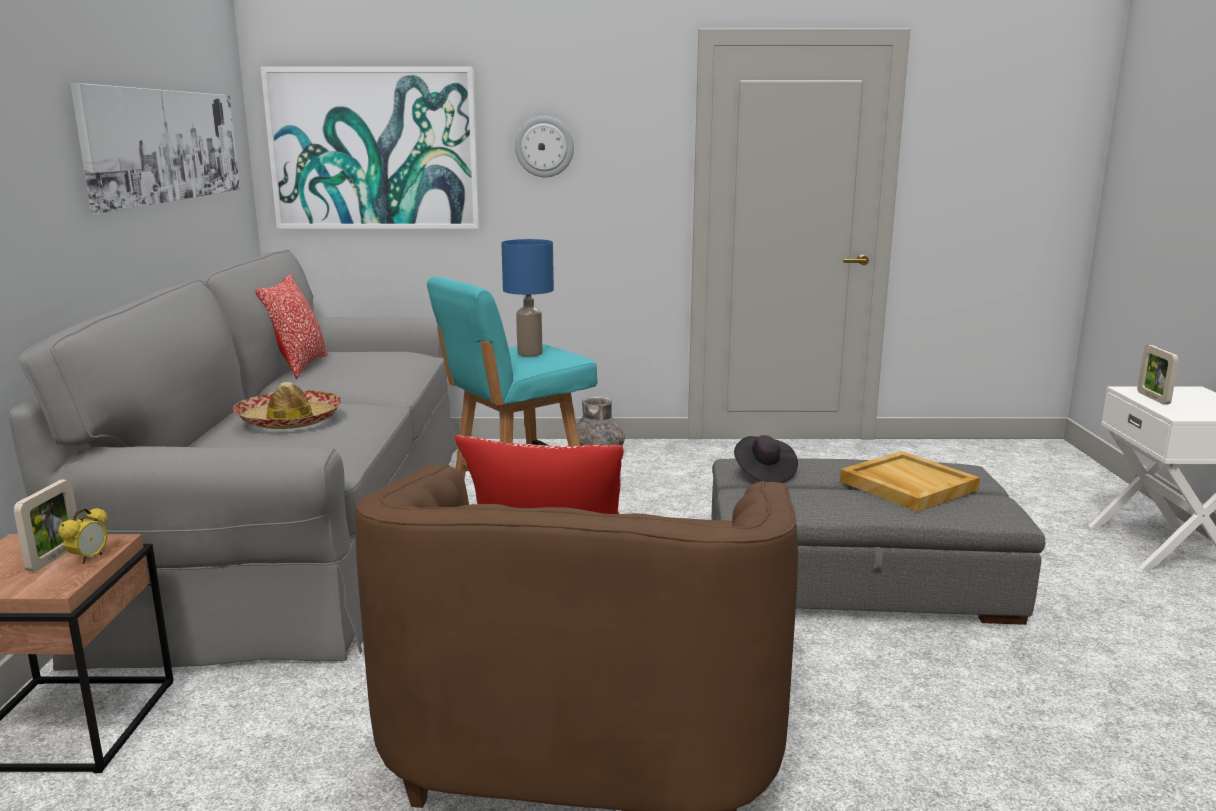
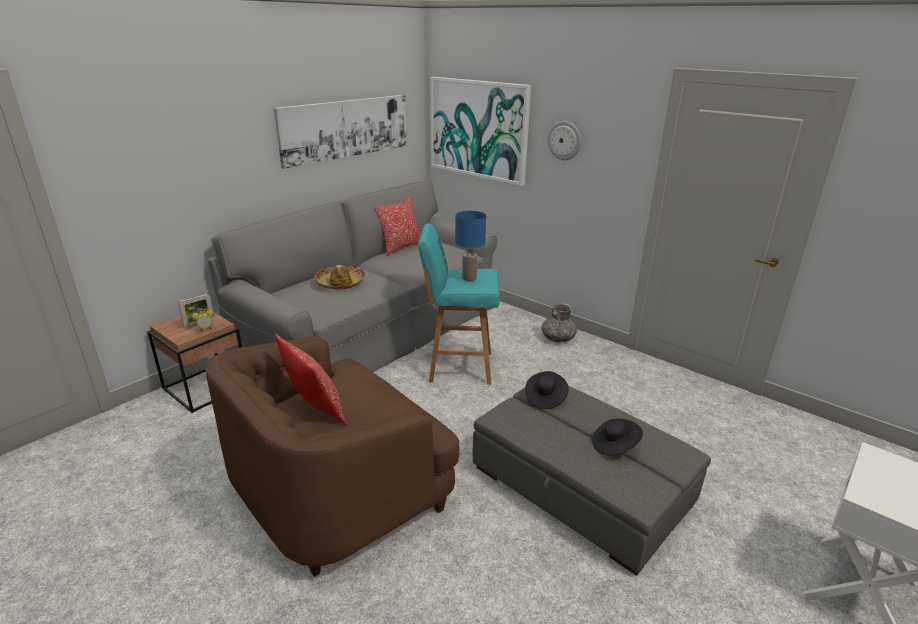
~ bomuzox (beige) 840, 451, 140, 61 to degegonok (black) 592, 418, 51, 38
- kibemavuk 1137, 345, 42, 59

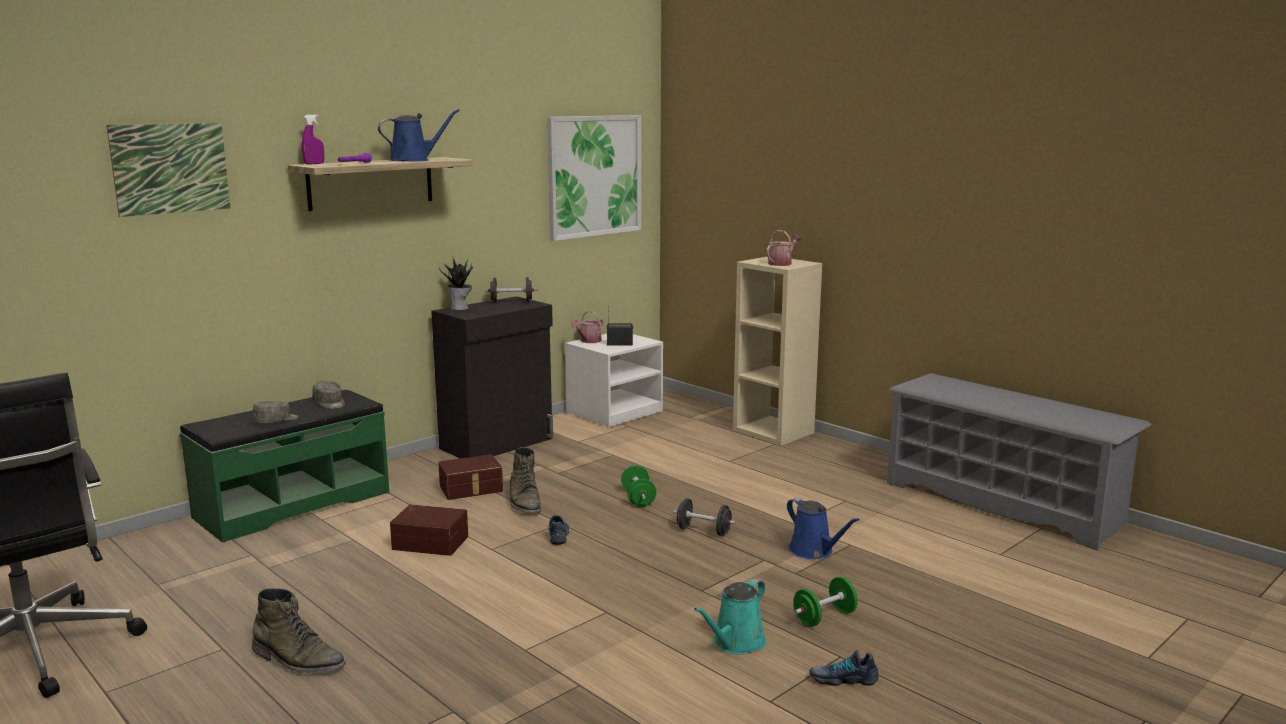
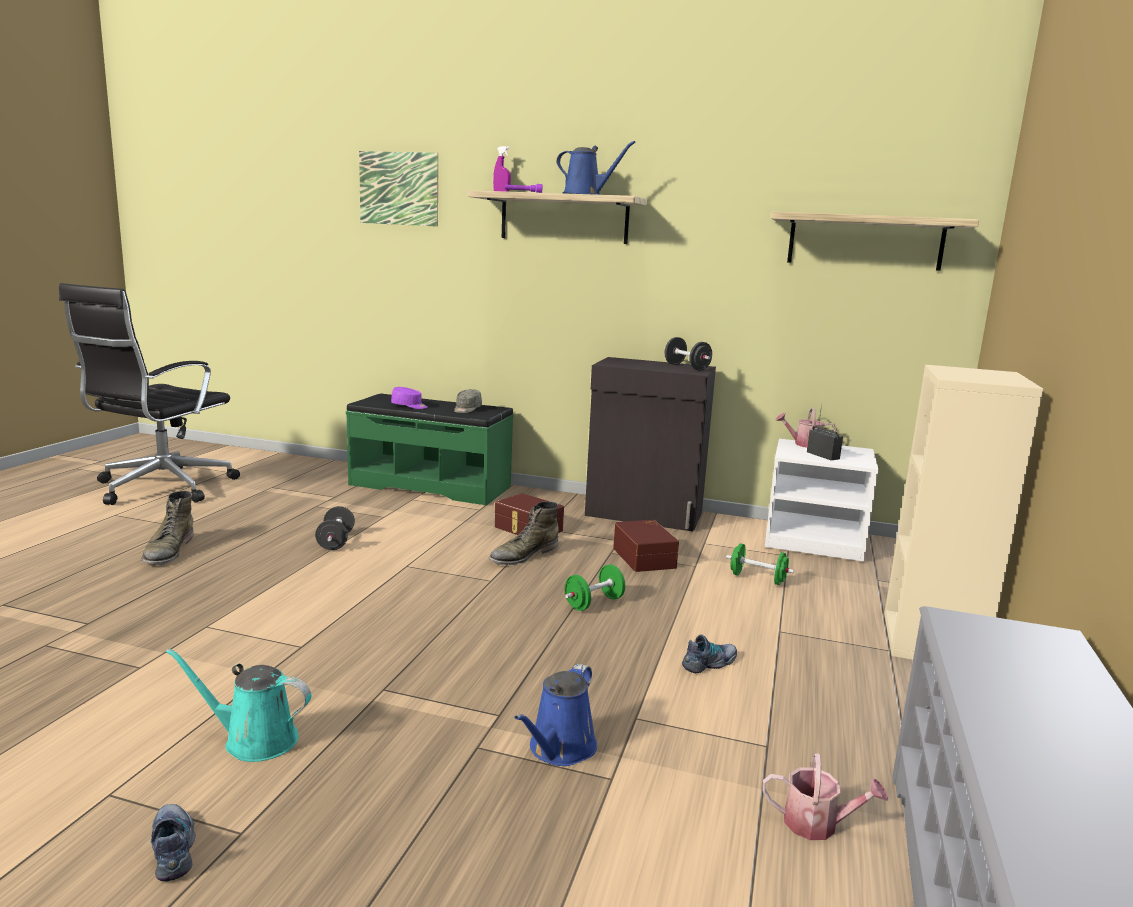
~ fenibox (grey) 253, 401, 45, 22 to fenibox (purple) 391, 387, 36, 22
~ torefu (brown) 390, 504, 78, 52 to 613, 520, 66, 52
- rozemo 439, 256, 34, 54
~ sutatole 547, 115, 94, 126 to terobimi 771, 212, 208, 59
~ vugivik 549, 515, 20, 30 to 682, 635, 55, 38
~ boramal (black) 673, 498, 63, 38 to 315, 506, 40, 44
~ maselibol 766, 230, 35, 36 to 762, 753, 126, 87
~ boramal (green) 794, 577, 64, 50 to 726, 543, 68, 42

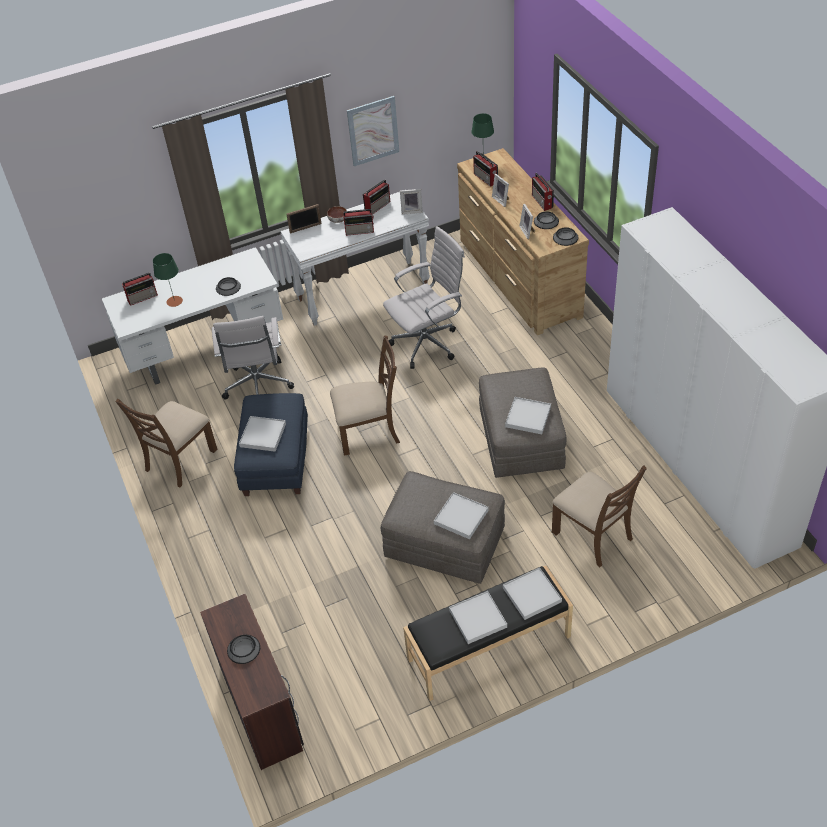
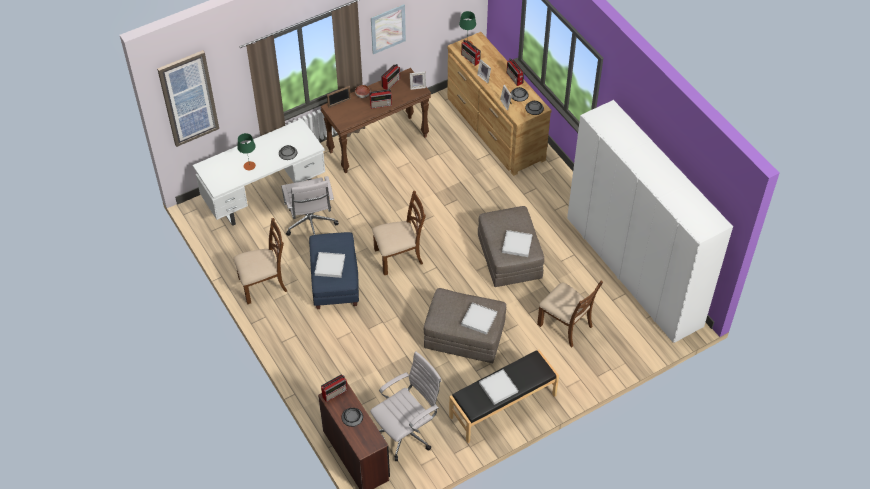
~ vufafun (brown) 116, 399, 101, 88 = 233, 218, 54, 86 135 degrees counterclockwise
~ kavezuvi 122, 272, 36, 34 to 321, 374, 26, 28
~ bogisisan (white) 280, 192, 150, 134 to bogisisan (brown) 321, 68, 110, 105
~ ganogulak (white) 383, 226, 82, 143 to 370, 351, 72, 110
- bomuzox (white) 503, 567, 59, 53
+ sutatole 157, 50, 62, 97

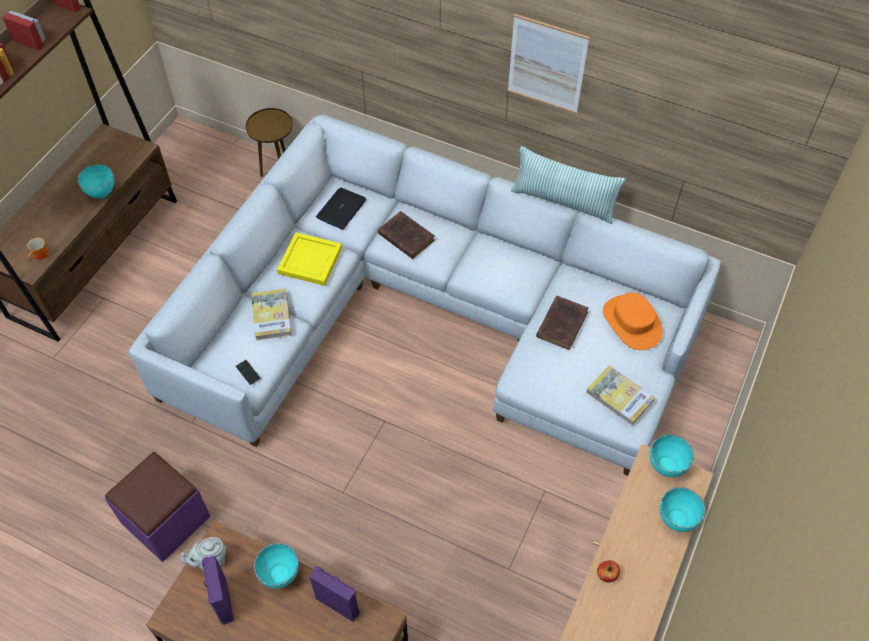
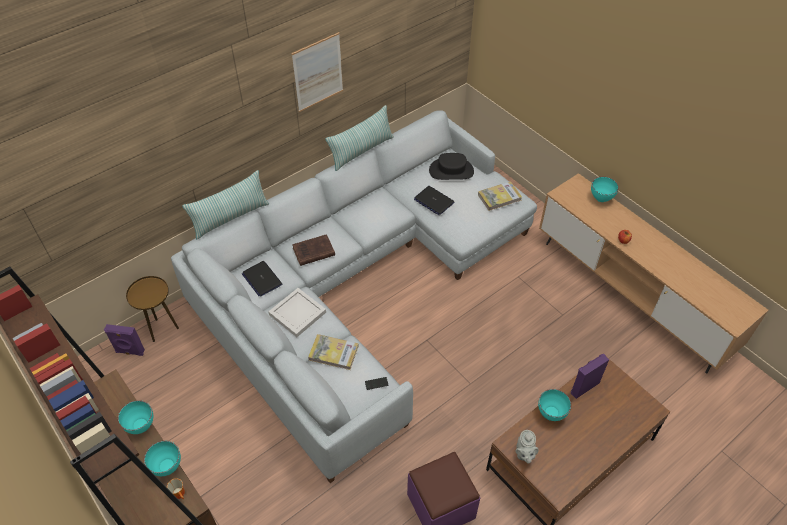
~ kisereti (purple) 202, 555, 32, 70 to 104, 324, 41, 32
~ bomuzox (yellow) 277, 232, 65, 54 to bomuzox (white) 268, 288, 58, 49
~ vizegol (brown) 536, 296, 53, 54 to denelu 414, 186, 40, 29
~ degegonok (orange) 603, 292, 60, 58 to degegonok (black) 429, 153, 45, 27
~ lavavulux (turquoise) 650, 434, 44, 43 to 144, 441, 37, 35
+ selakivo 182, 170, 87, 69

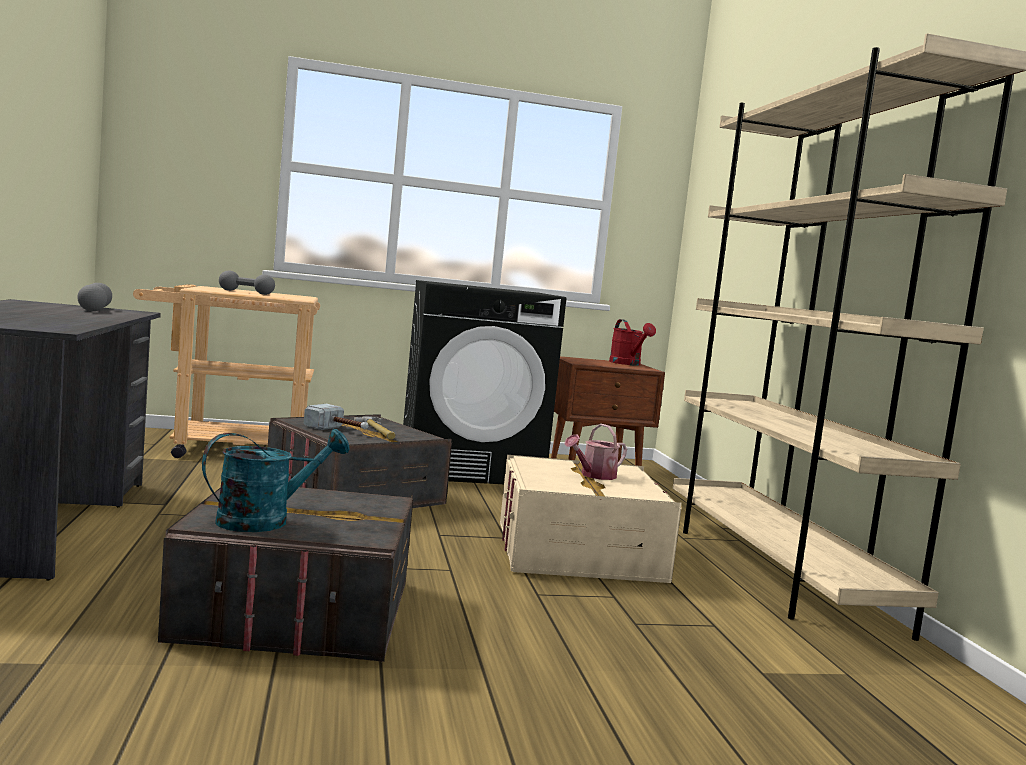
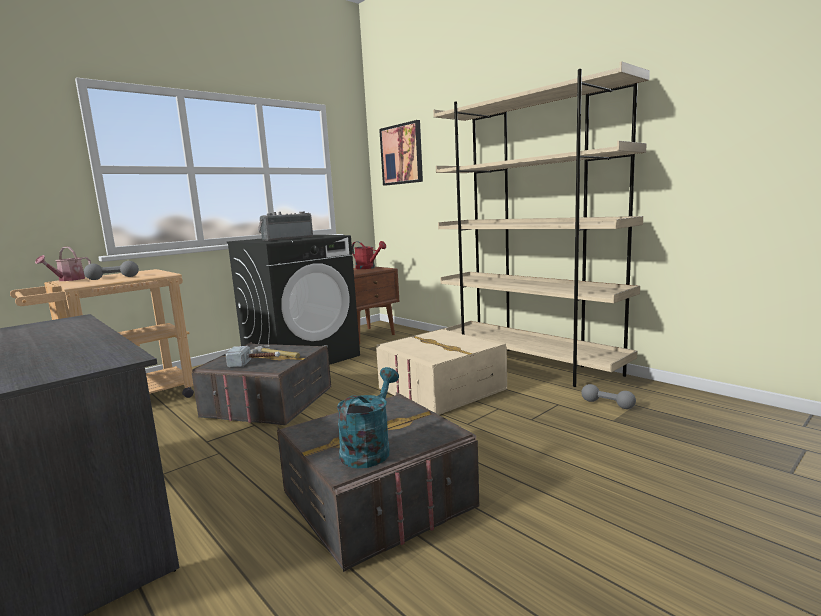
~ boramal (grey) 77, 283, 35, 28 to 581, 384, 55, 25
~ maselibol 564, 424, 63, 56 to 35, 247, 56, 34
+ kavezuvi 258, 212, 55, 29
+ sutatole 379, 120, 44, 66

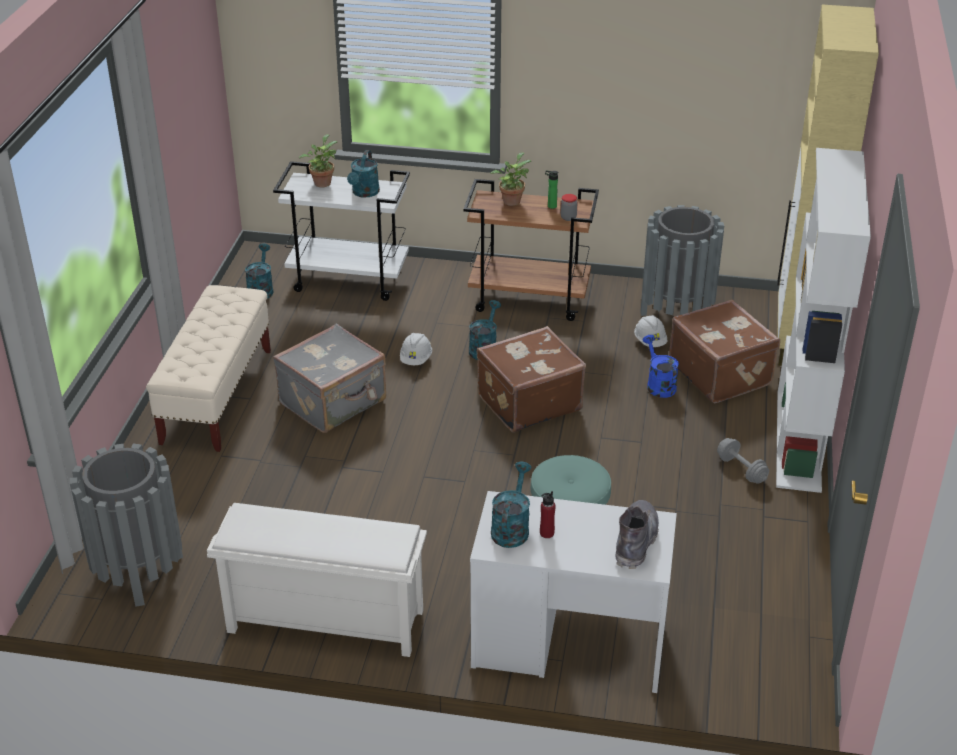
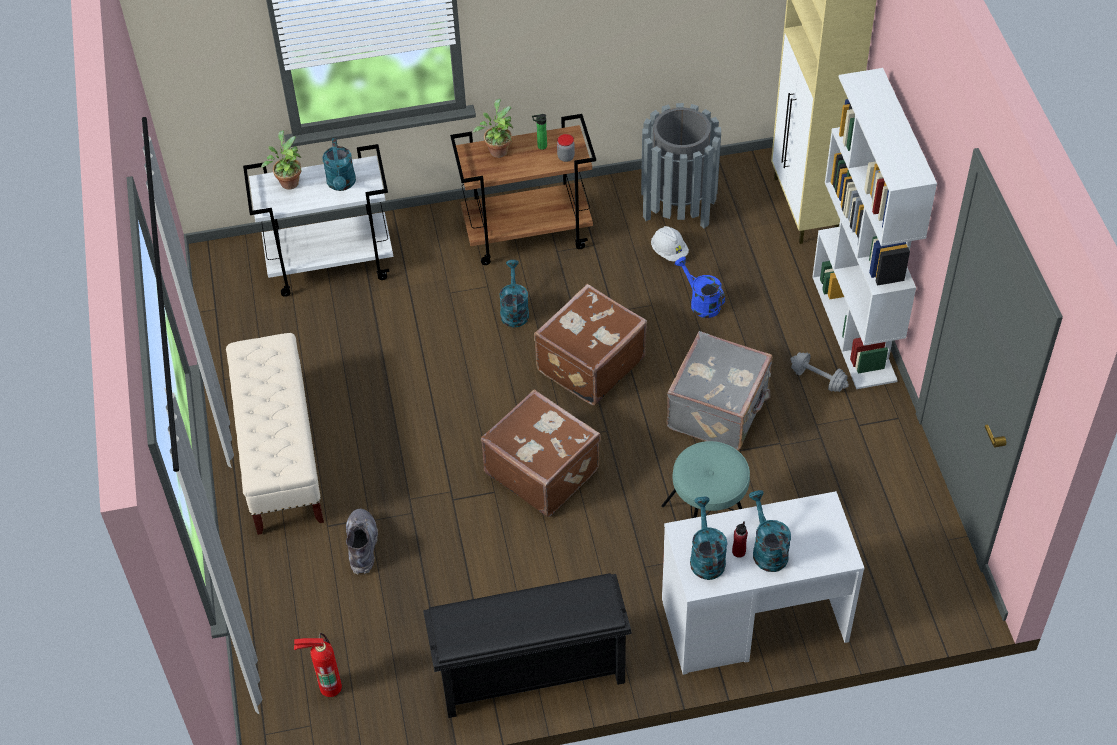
~ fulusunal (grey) 70, 444, 113, 163 to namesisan 294, 633, 48, 64
~ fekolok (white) 207, 503, 220, 154 to fekolok (black) 423, 573, 209, 145
~ maselibol (turquoise) 245, 244, 28, 55 to 749, 490, 42, 82
~ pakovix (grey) 273, 324, 114, 109 to 667, 331, 106, 119
- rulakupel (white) 400, 333, 32, 32
~ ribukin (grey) 616, 500, 43, 69 to 346, 509, 32, 66
~ pakovix (brown) 669, 299, 111, 104 to 481, 389, 120, 128

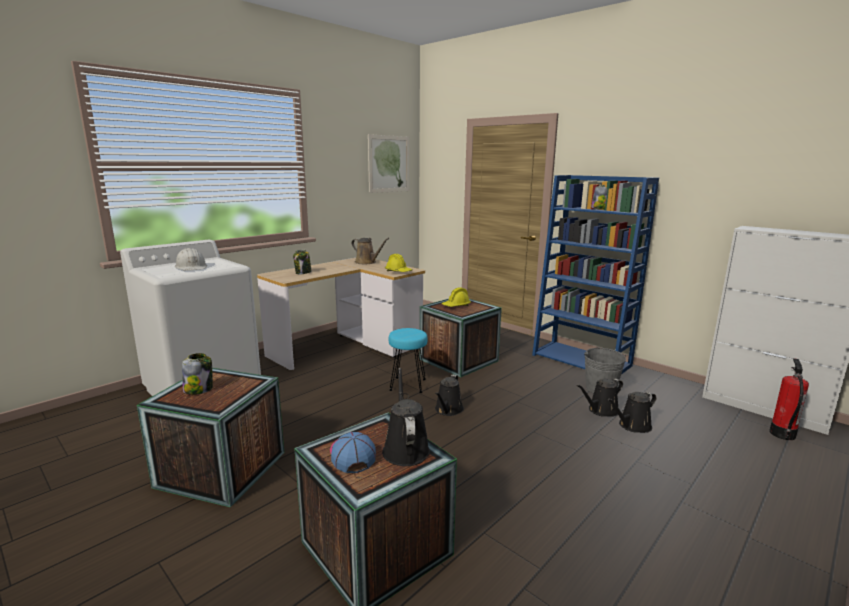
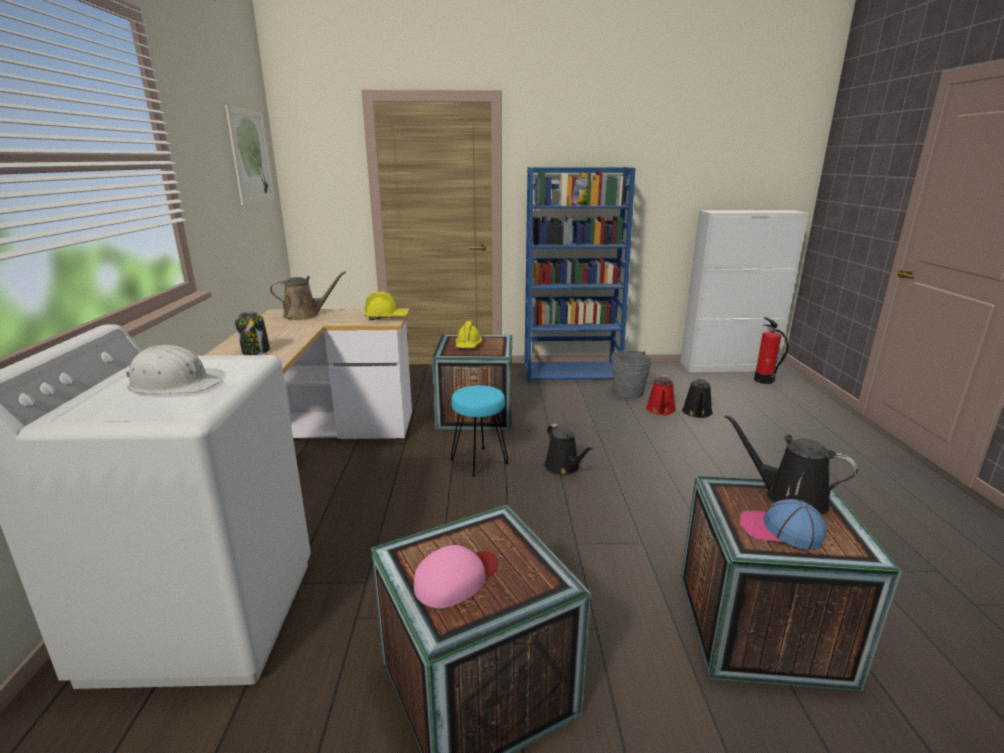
~ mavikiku 182, 353, 31, 42 to fenibox (pink) 414, 545, 84, 63
~ maselibol (black) 576, 378, 47, 39 to maselibol (red) 646, 375, 30, 40

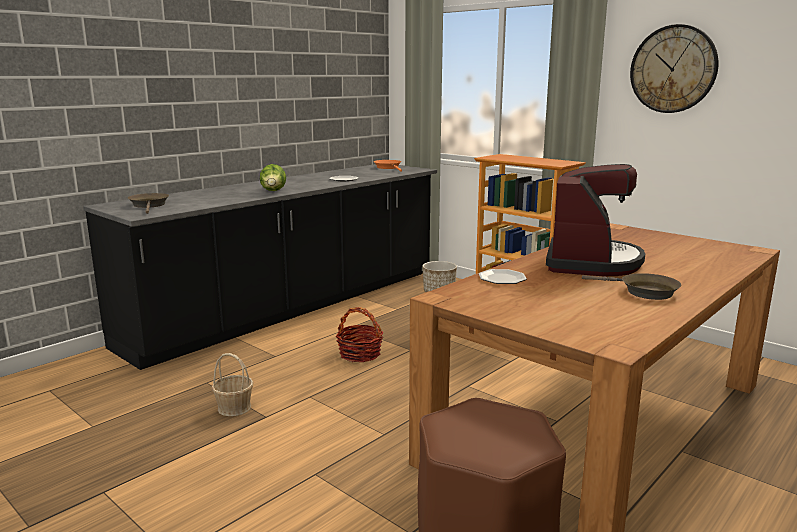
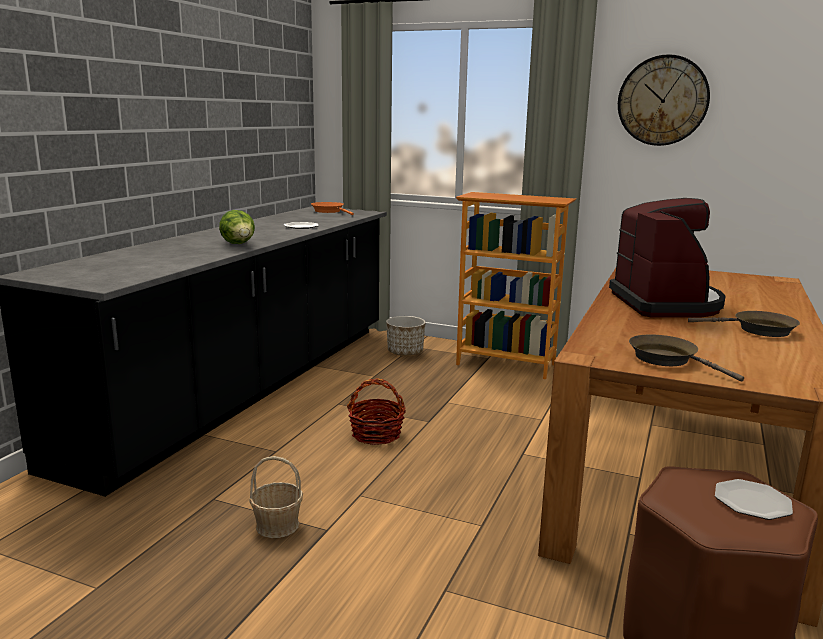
~ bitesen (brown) 128, 193, 41, 21 to 629, 334, 115, 48
~ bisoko 479, 269, 48, 15 to 715, 479, 78, 41

